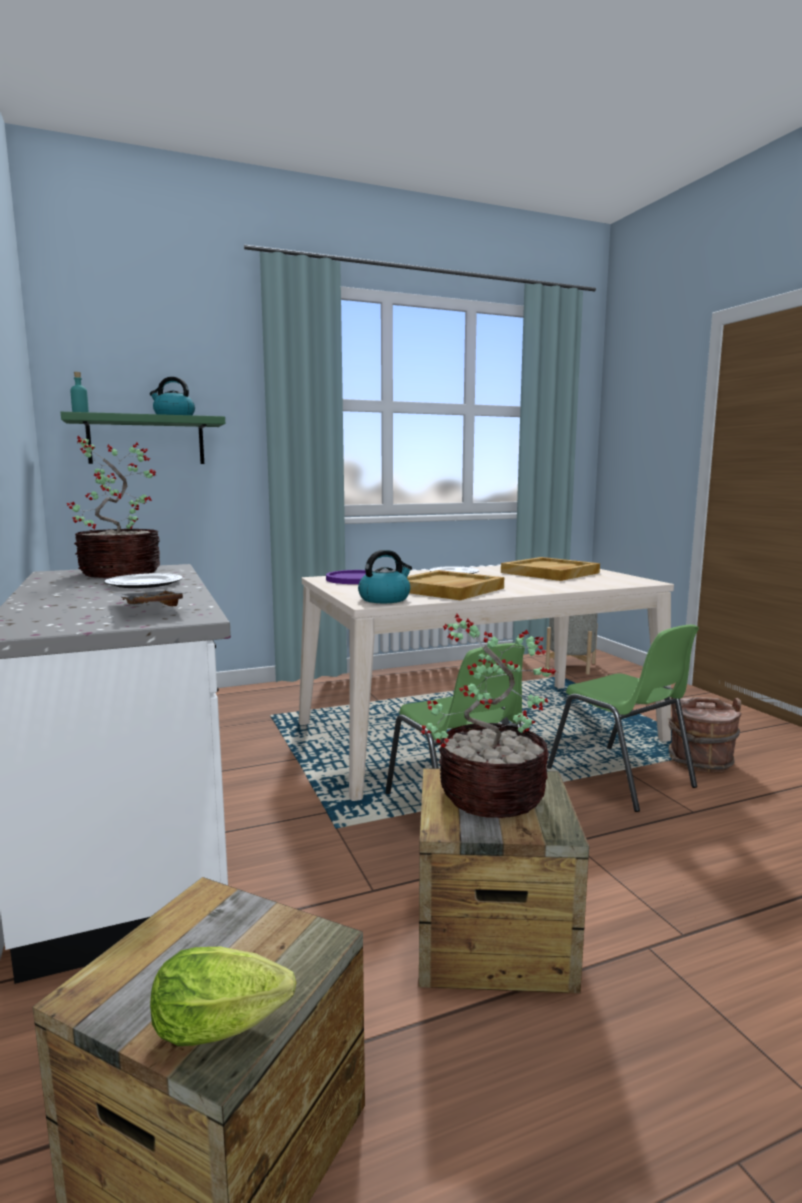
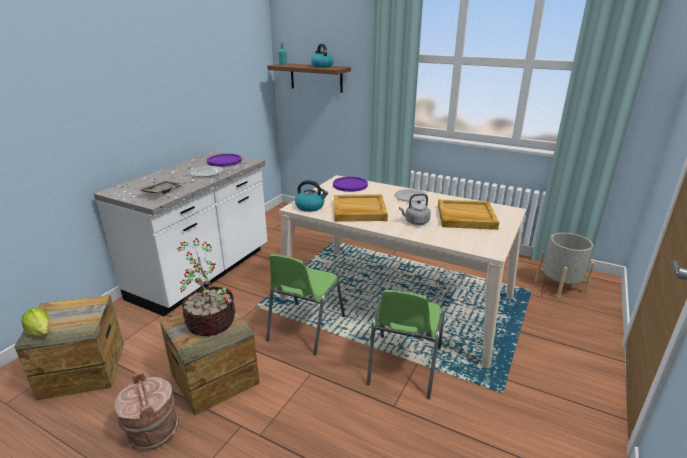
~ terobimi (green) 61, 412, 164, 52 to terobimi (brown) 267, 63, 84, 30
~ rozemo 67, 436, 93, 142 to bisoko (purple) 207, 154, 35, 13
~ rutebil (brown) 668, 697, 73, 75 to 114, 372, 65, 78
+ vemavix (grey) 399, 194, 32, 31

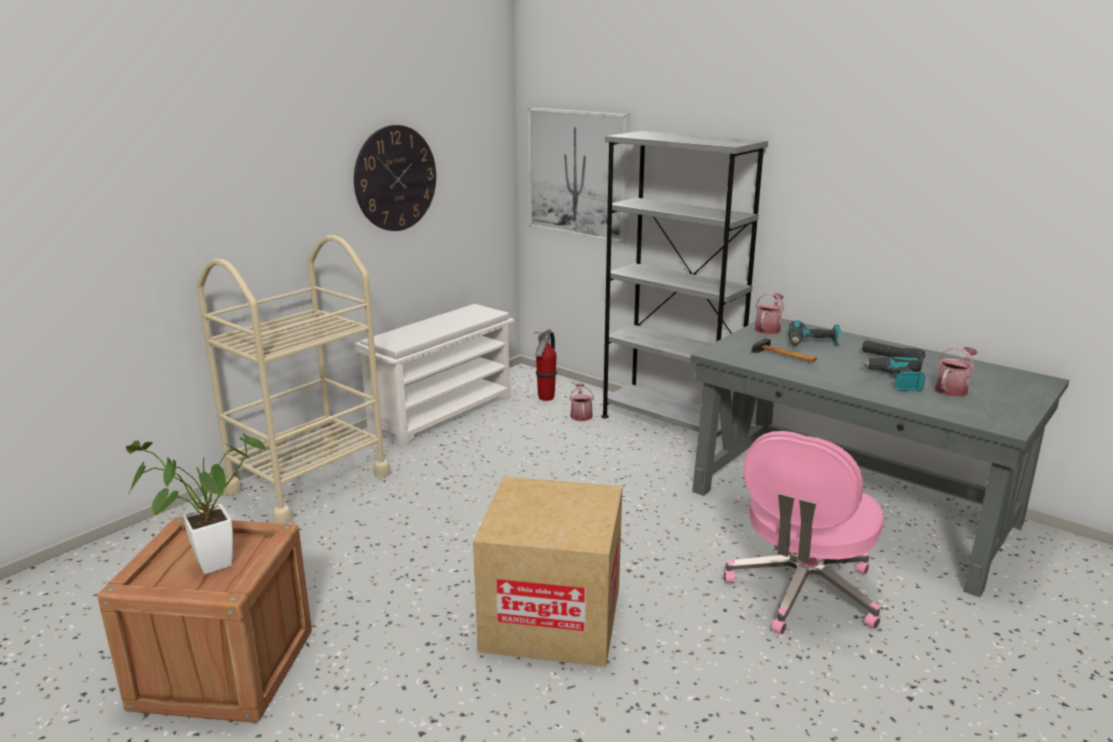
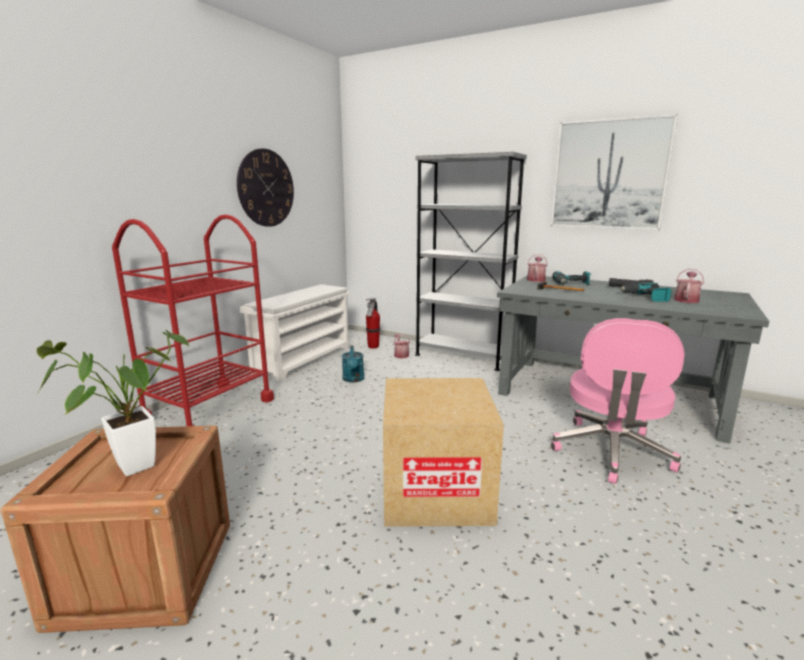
~ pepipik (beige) 196, 235, 195, 289 to pepipik (red) 112, 214, 162, 212
~ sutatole 528, 108, 102, 135 to 551, 114, 127, 116
+ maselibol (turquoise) 342, 345, 22, 37

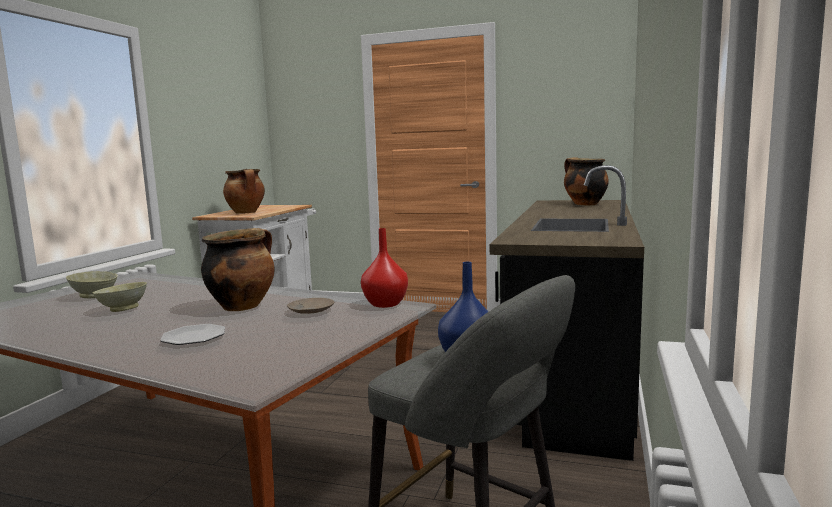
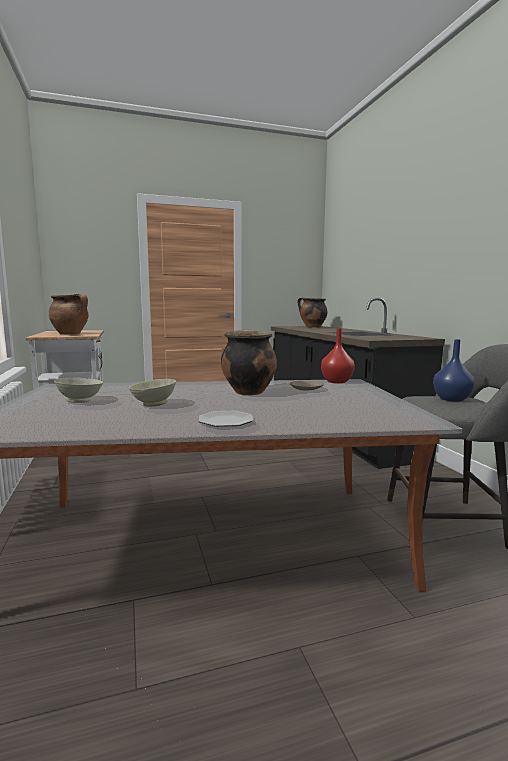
~ bisoko 160, 324, 65, 21 to 199, 411, 55, 16

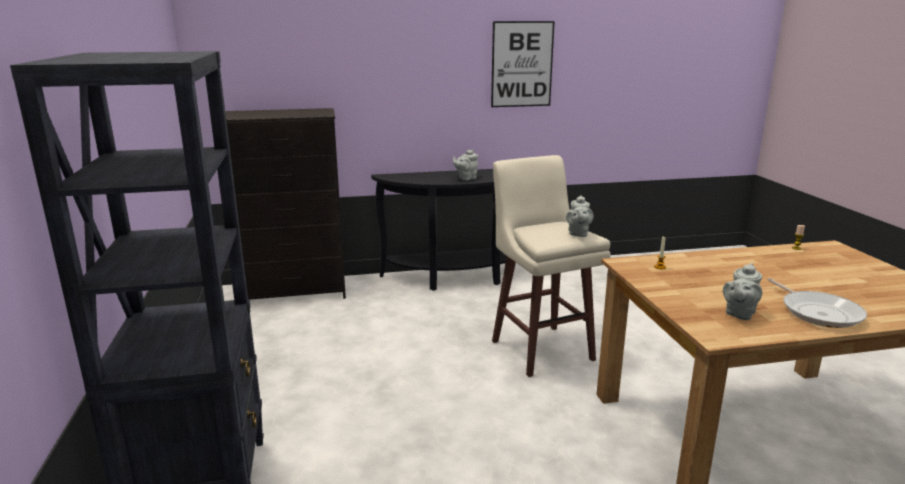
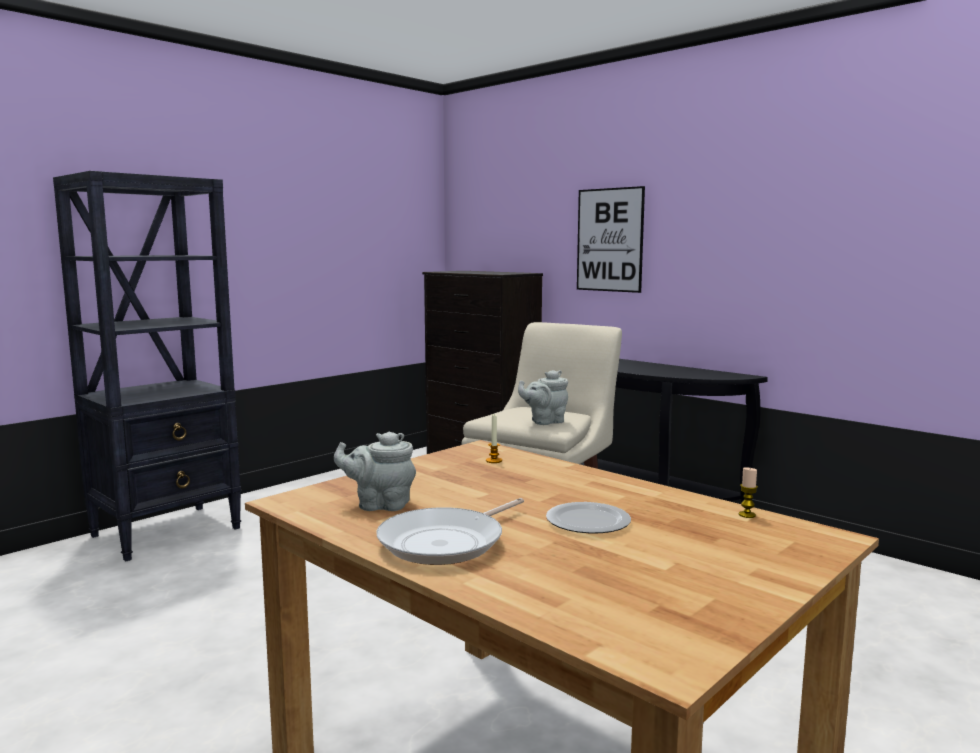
- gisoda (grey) 453, 150, 25, 31
~ sutatole 491, 21, 64, 86 to 577, 186, 68, 107
+ bisoko 546, 502, 85, 32

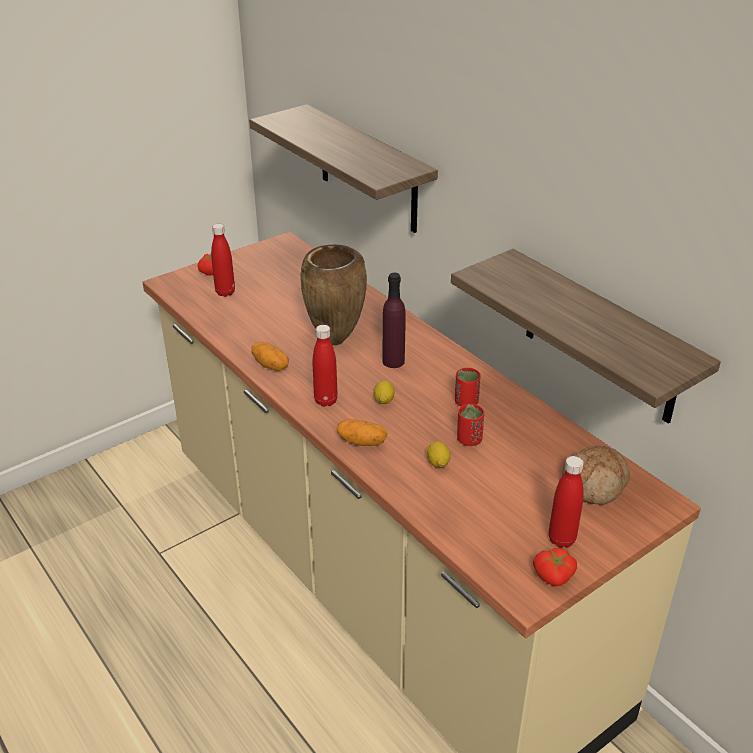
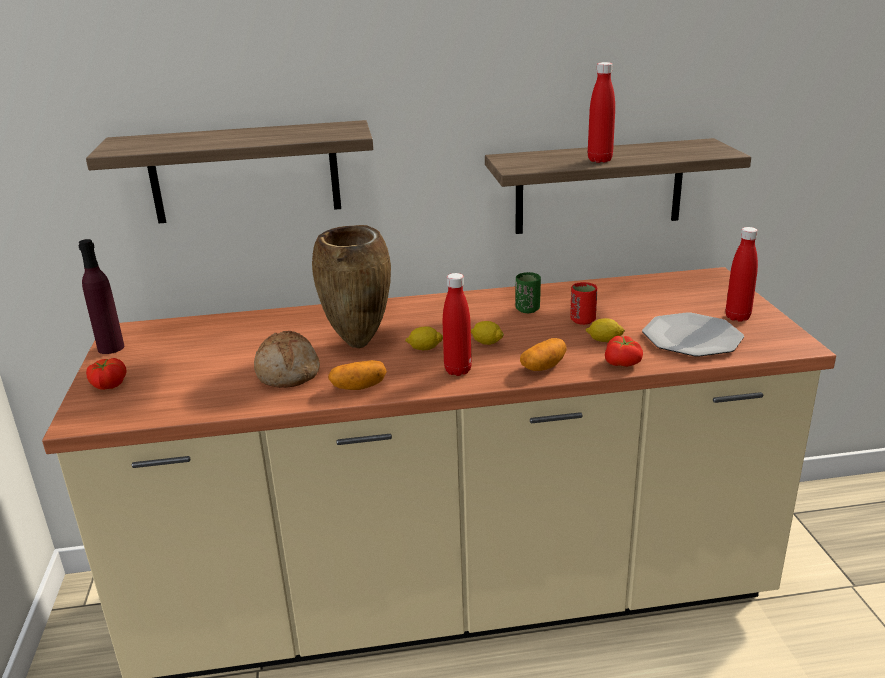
~ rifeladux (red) 211, 224, 24, 73 to 588, 62, 27, 101
~ rifeladux (purple) 382, 273, 24, 95 to 78, 239, 46, 115
~ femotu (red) 455, 368, 26, 38 to femotu (green) 515, 272, 26, 41
~ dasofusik 533, 548, 44, 38 to 605, 336, 38, 31
~ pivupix 562, 445, 68, 60 to 254, 331, 66, 57
+ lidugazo 405, 326, 38, 24
+ bisoko 642, 312, 102, 45

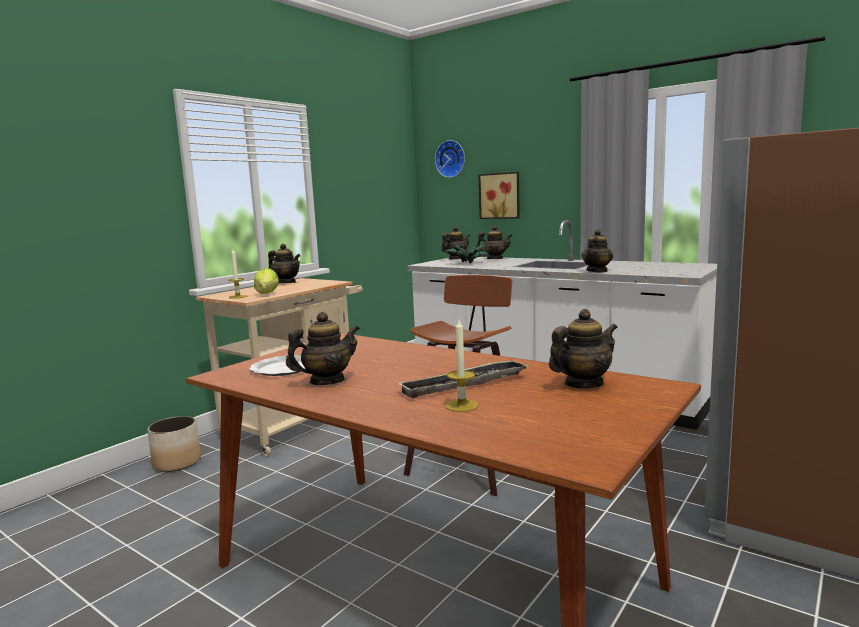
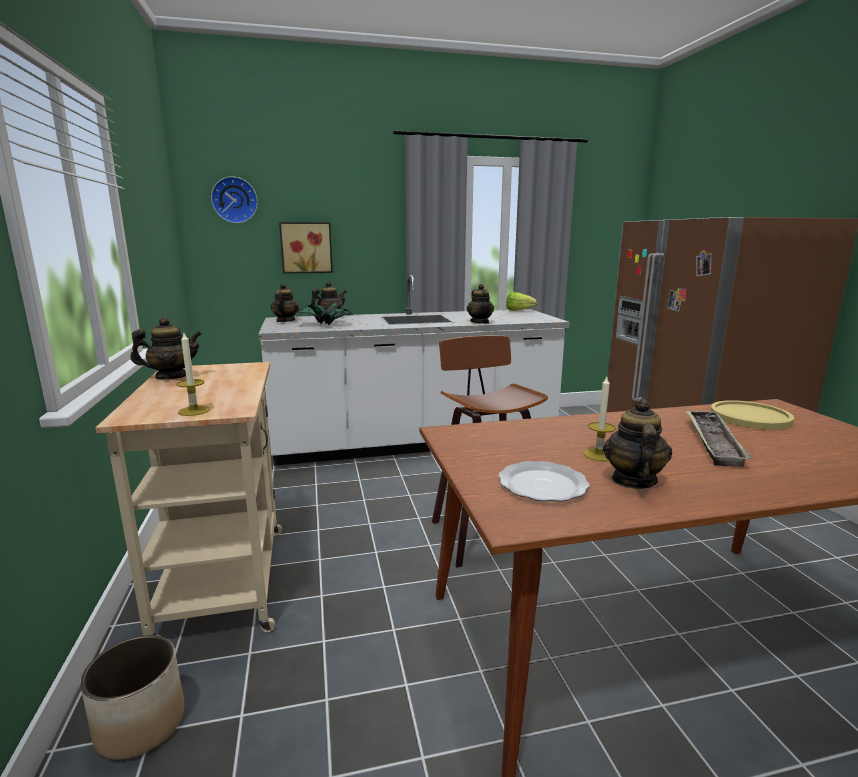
~ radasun 254, 268, 25, 26 to 506, 292, 32, 19
~ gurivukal 445, 320, 34, 92 to 583, 377, 33, 84
~ gisoda 549, 309, 69, 79 to bisoko (yellow) 710, 400, 84, 30

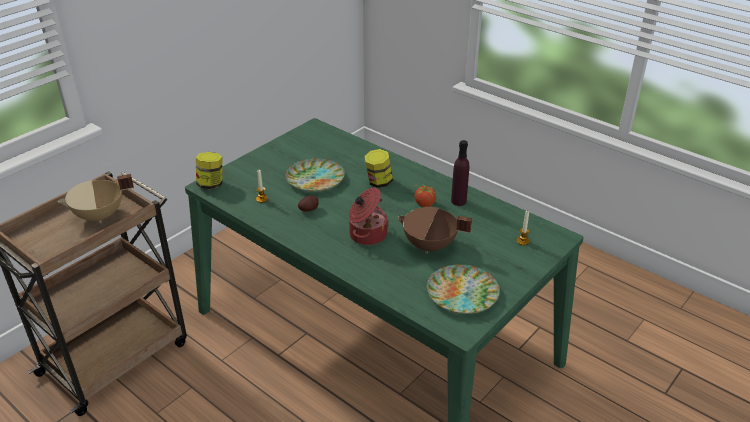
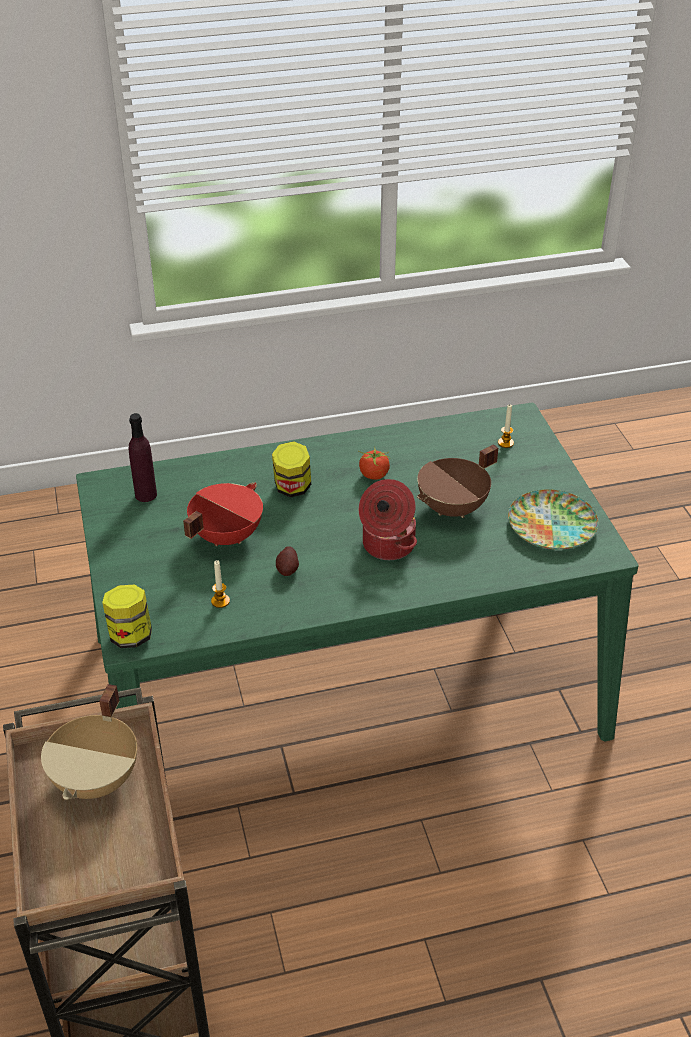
~ bisoko 285, 158, 60, 34 to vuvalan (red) 183, 482, 80, 64
~ rifeladux (purple) 451, 140, 18, 66 to 129, 413, 28, 89

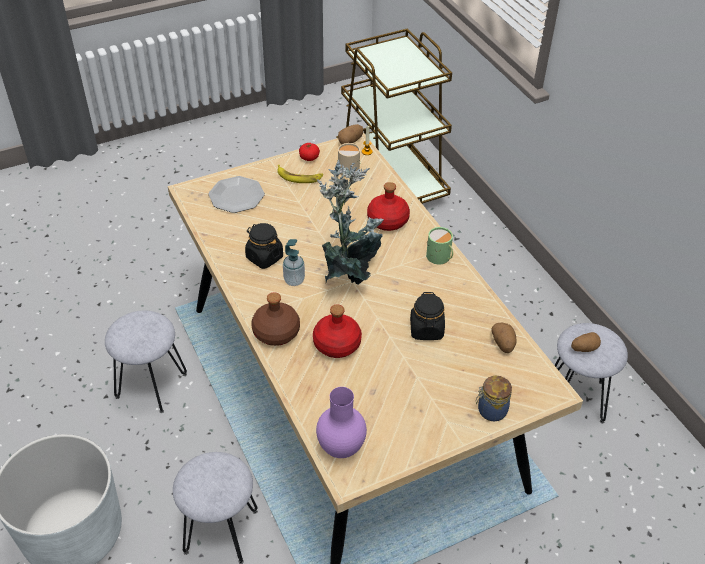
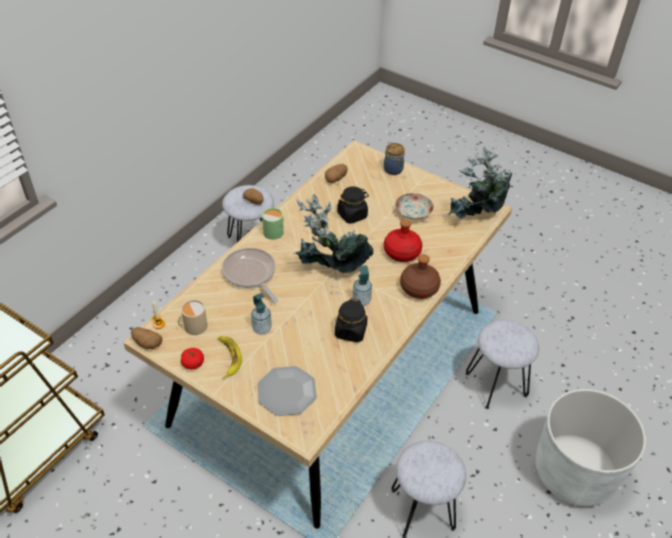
~ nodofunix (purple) 316, 387, 51, 71 to rozemo 447, 147, 65, 72
~ rifeladux (red) 367, 182, 43, 49 to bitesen 222, 248, 56, 54
+ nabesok 251, 293, 21, 42
+ bisoko 395, 193, 39, 27

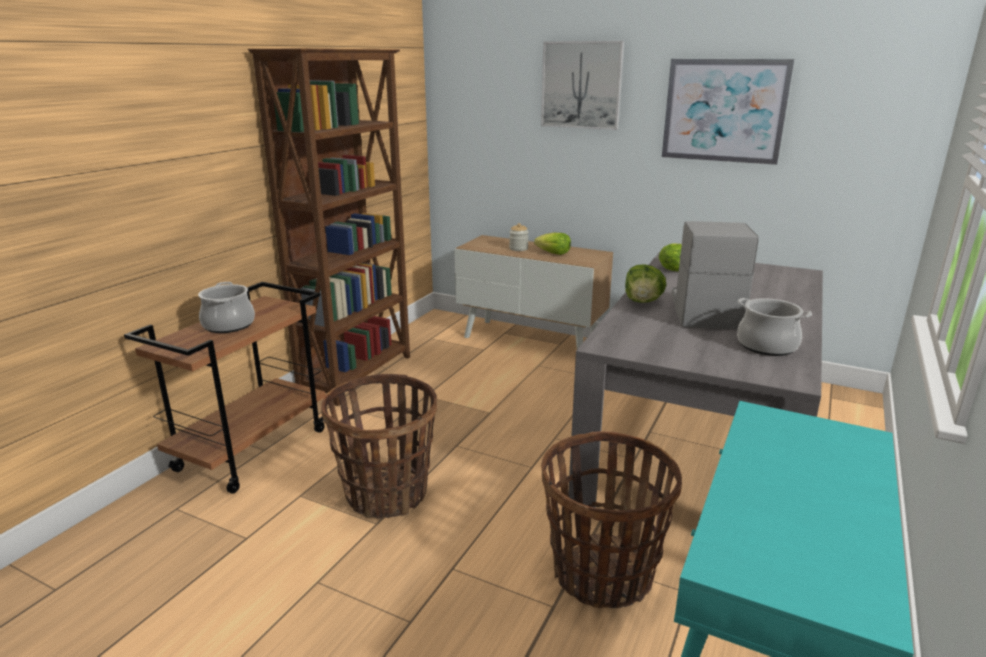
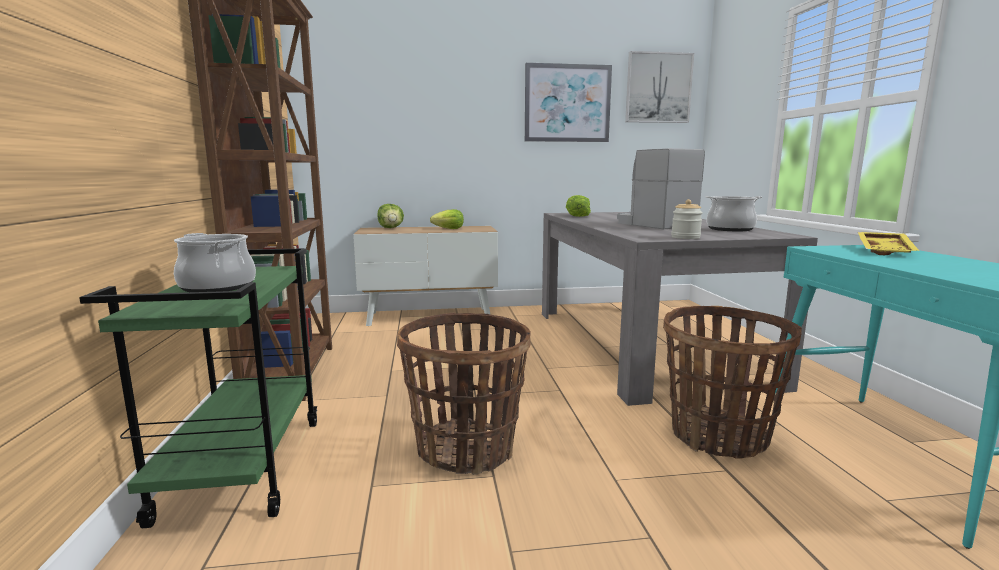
~ pepipik (brown) 124, 282, 201, 212 to pepipik (green) 79, 248, 238, 280
~ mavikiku 509, 223, 20, 28 to 671, 199, 32, 40
~ sutatole 541, 41, 83, 89 to 625, 51, 69, 72
~ radasun 625, 264, 41, 39 to 377, 204, 27, 24
+ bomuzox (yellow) 858, 232, 62, 23

